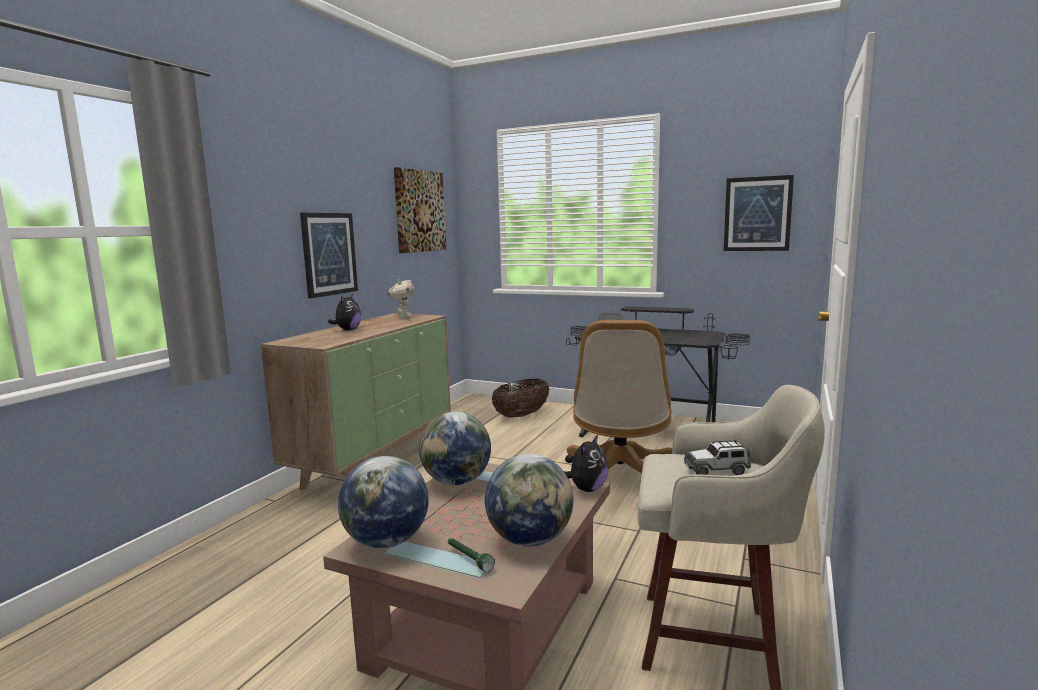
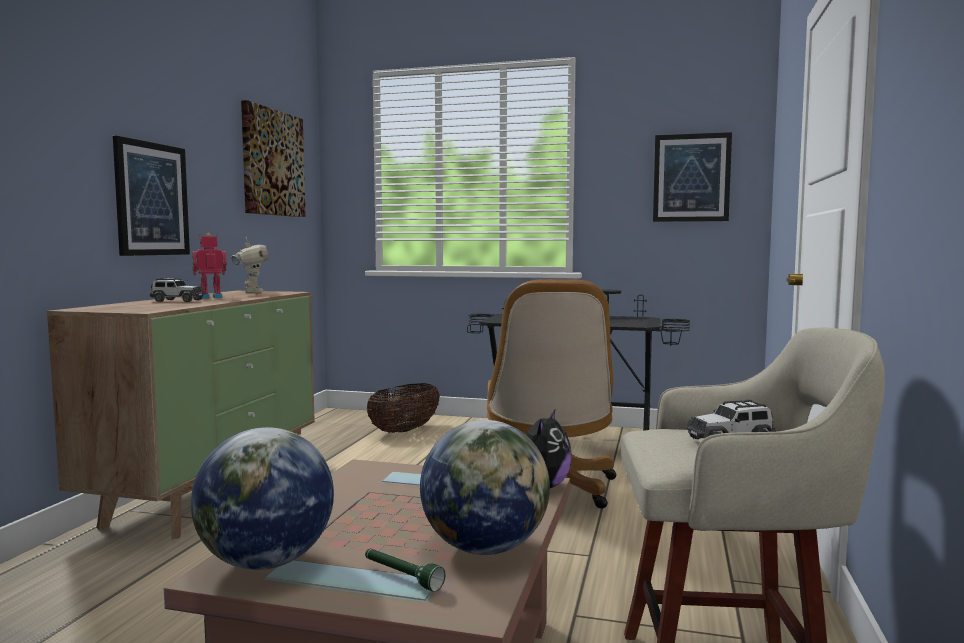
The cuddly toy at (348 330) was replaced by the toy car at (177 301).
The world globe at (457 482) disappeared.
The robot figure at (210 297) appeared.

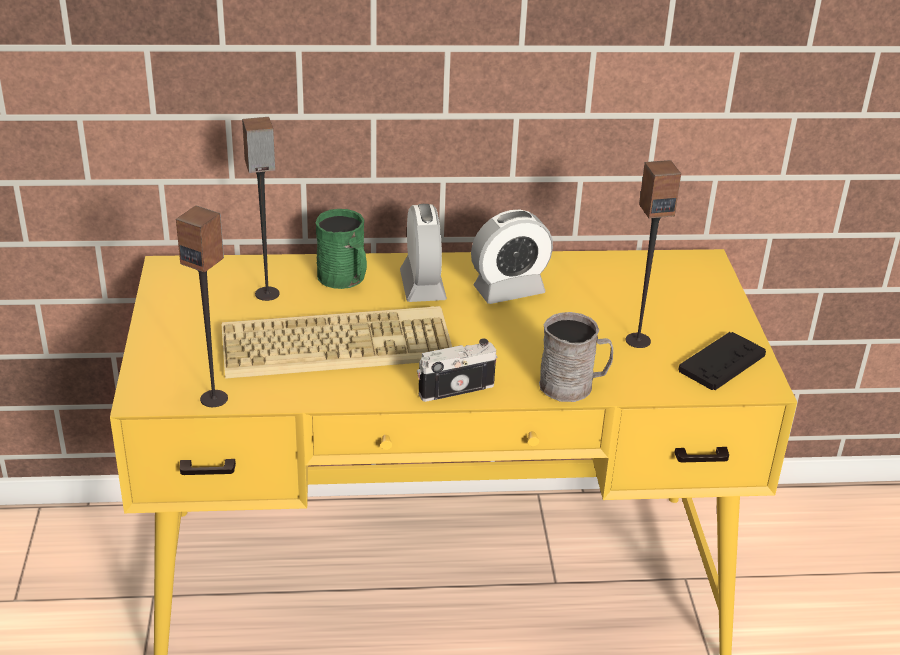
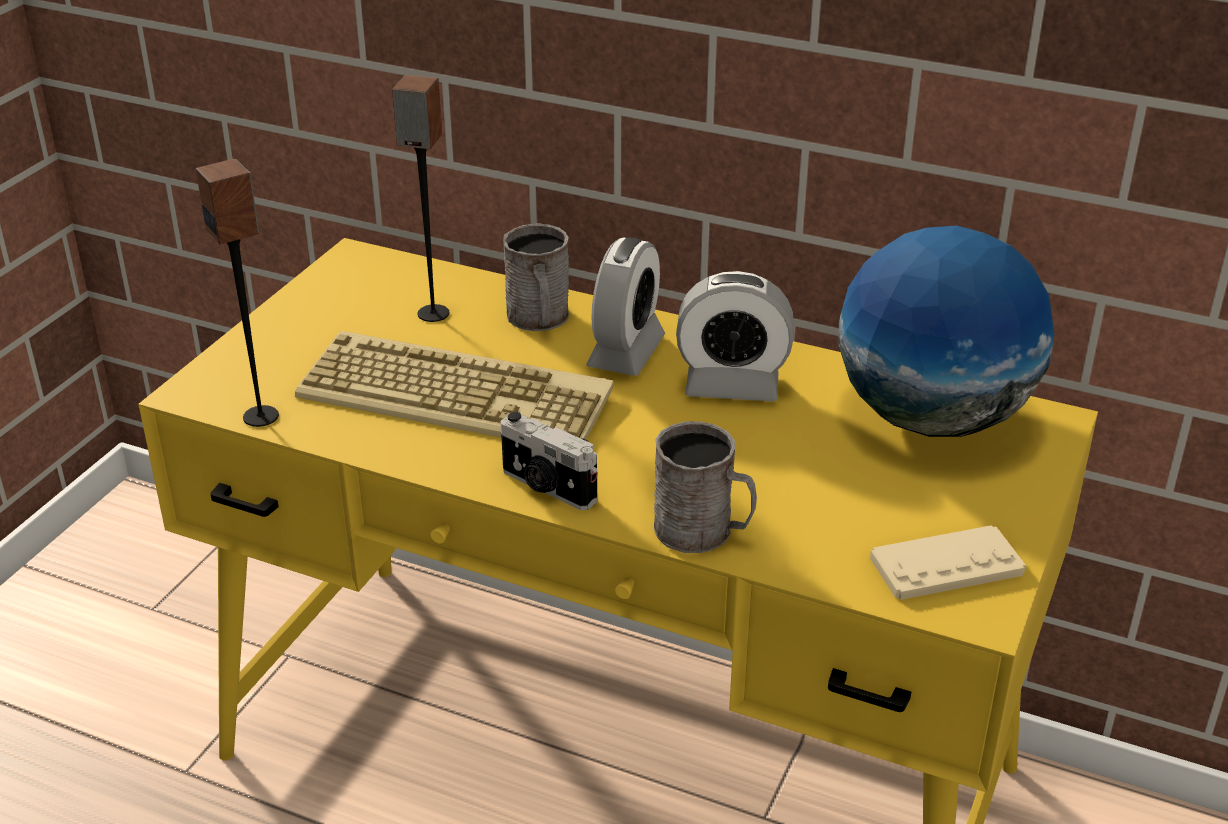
The coffee mug (green-coloured) at (345 279) became the coffee mug (gray) at (539 319).
The still camera at (455 388) turned 150 degrees counterclockwise.
The speaker at (637 340) disappeared.
The joypad (black) at (722 363) became the joypad (beige) at (946 565).
The world globe at (933 418) appeared.

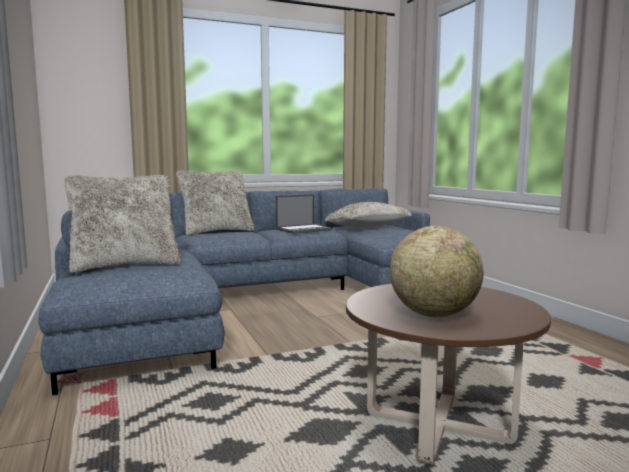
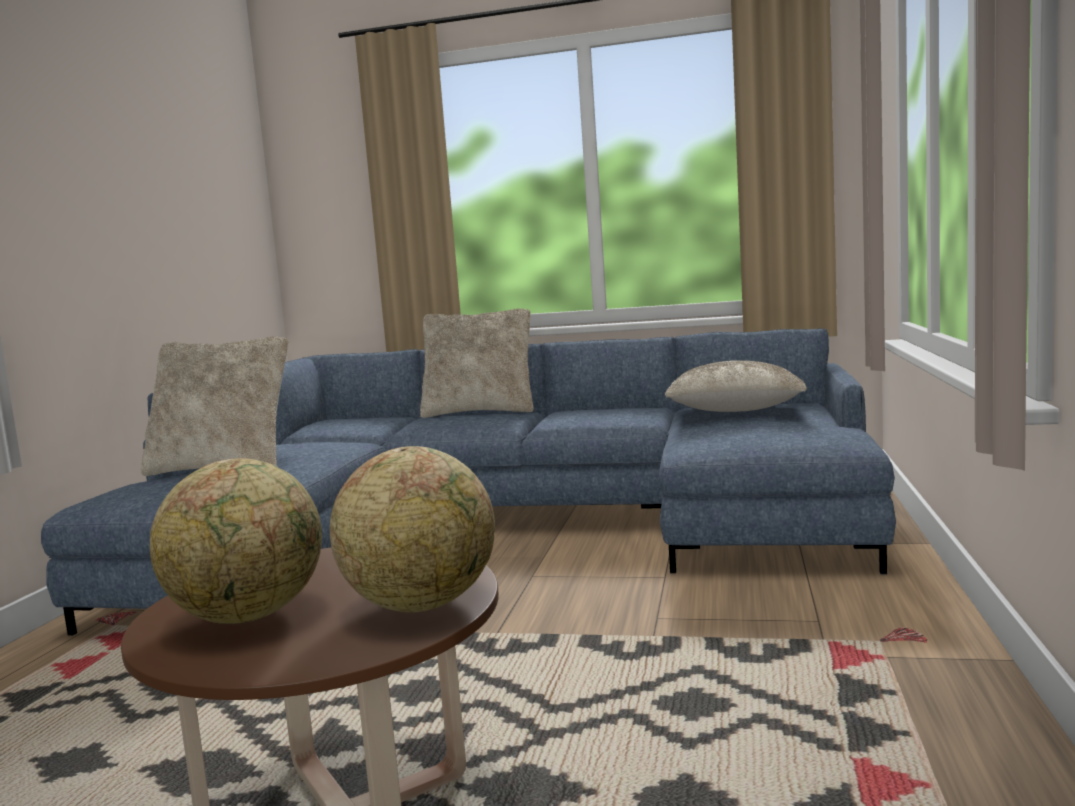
The laptop at (304 229) disappeared.
The world globe at (421 604) appeared.

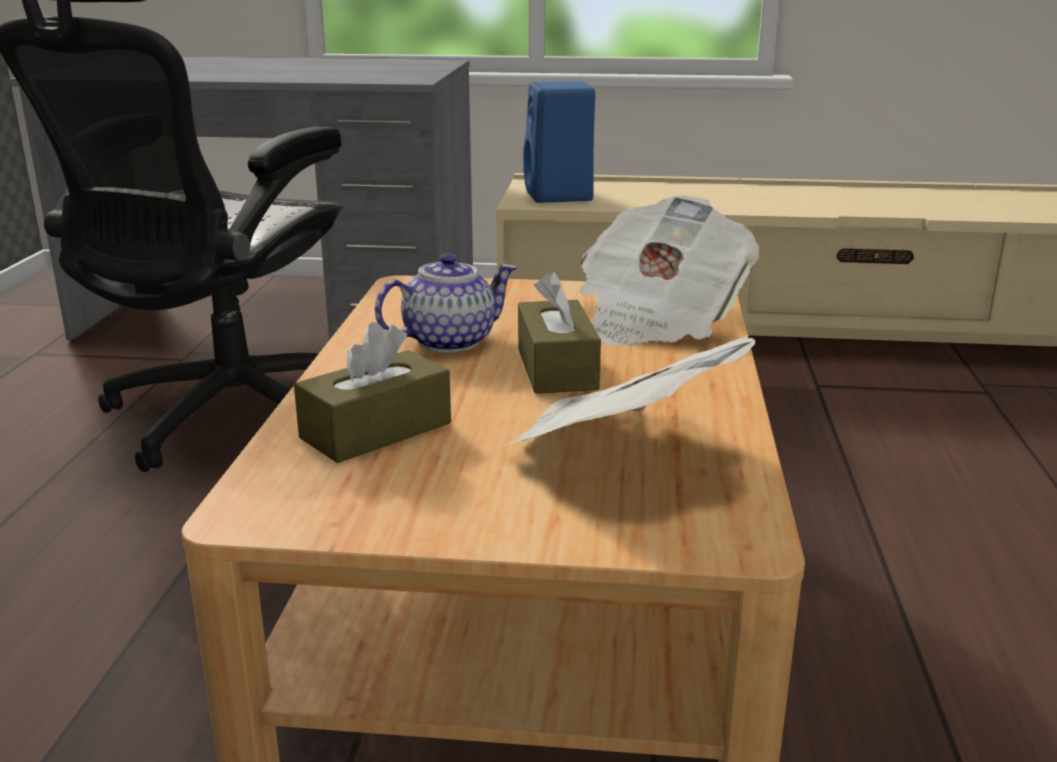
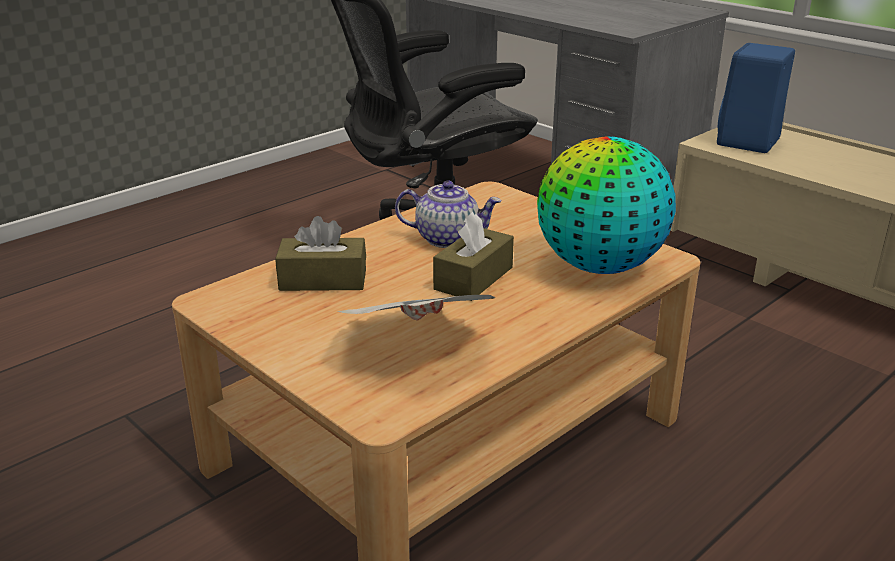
The newspaper at (658 318) was replaced by the world globe at (599 266).

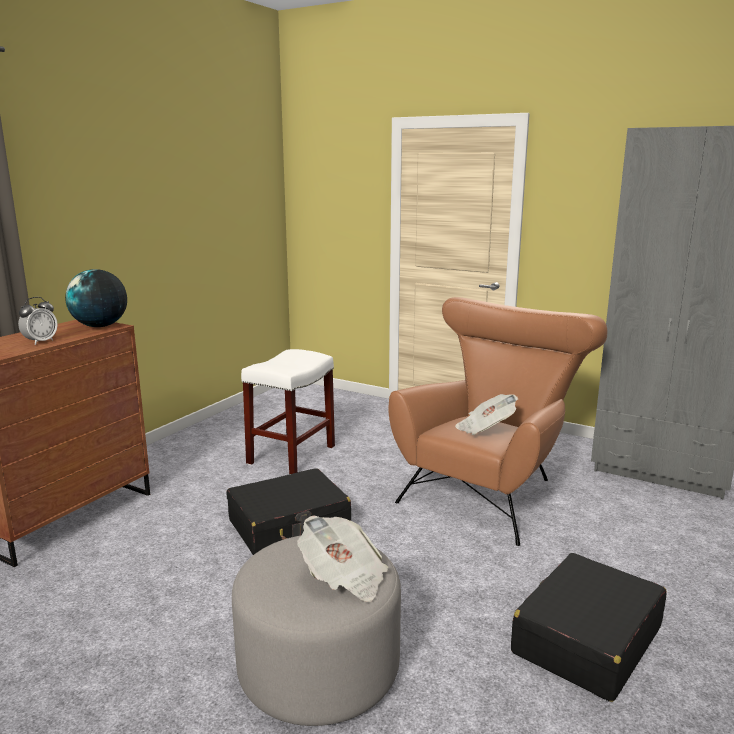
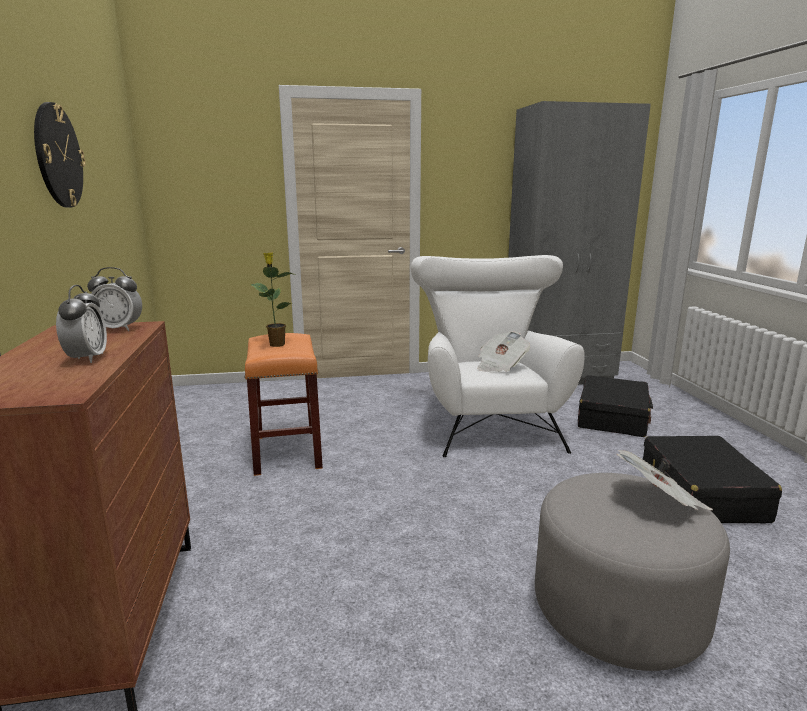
The world globe at (100 326) was replaced by the bedside clock at (119 329).
The travel case (black) moved from (289 526) to (612 417).
The stool (whitish) at (291 455) became the stool (orangey) at (288 452).
The lounge chair (brownish) at (488 489) became the lounge chair (whitish) at (487 422).
The wall clock at (58 156) appeared.
The plant in a pot at (276 344) appeared.

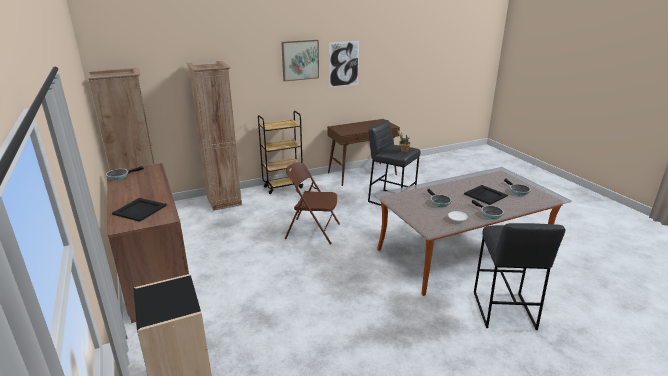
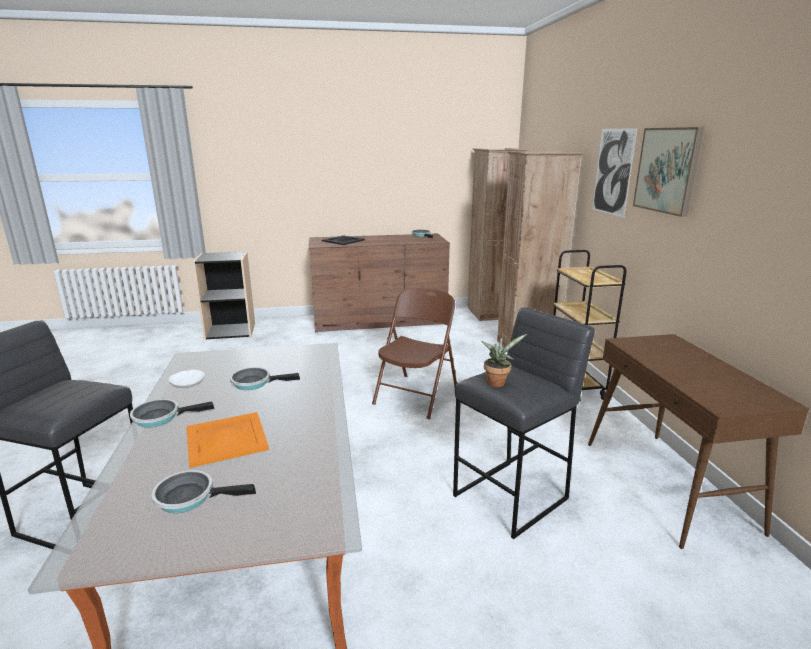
The wall picture moved from (344 64) to (613 172).
The serving tray (black) at (486 195) became the serving tray (orangey) at (225 439).

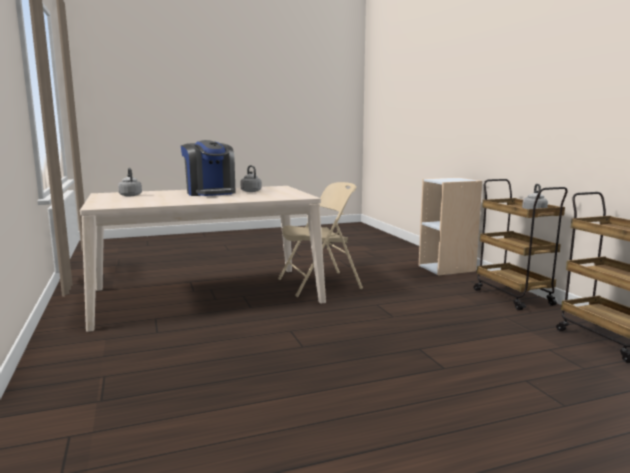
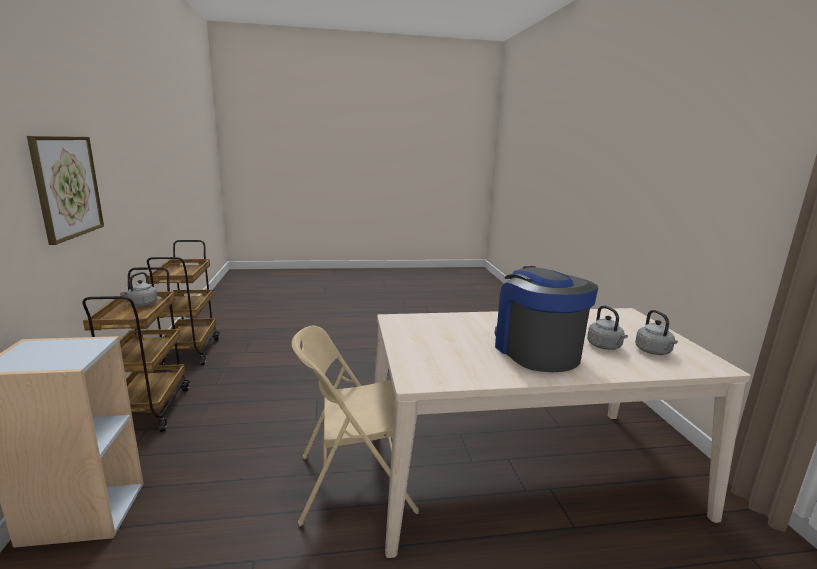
The water kettle (gray) moved from (250 191) to (605 346).
The wall picture at (67 187) appeared.

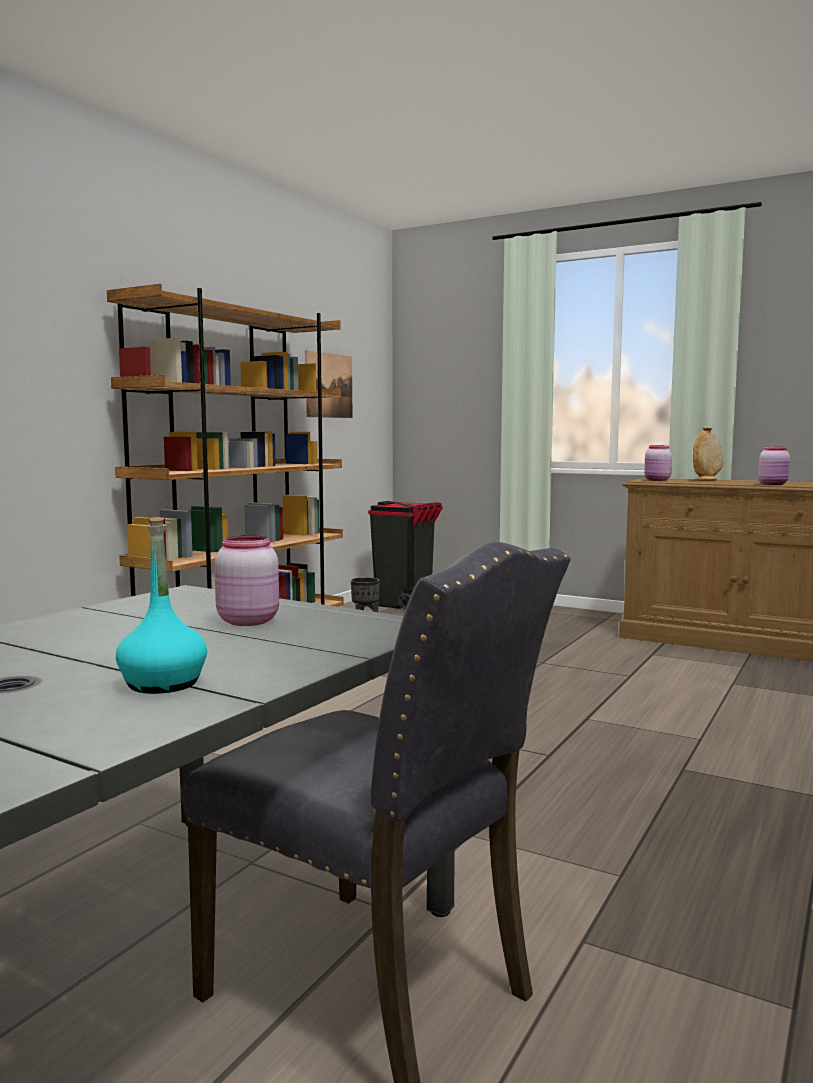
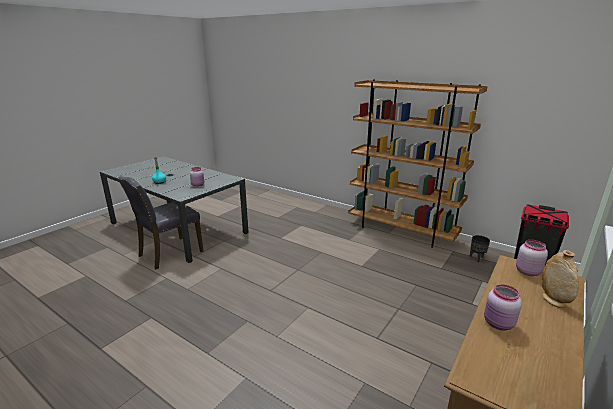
The wall picture at (329 385) disappeared.

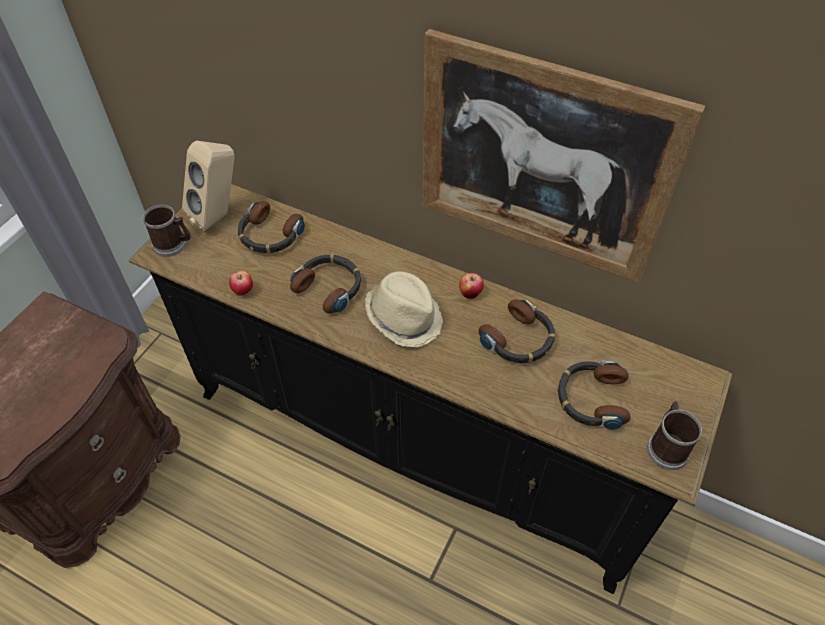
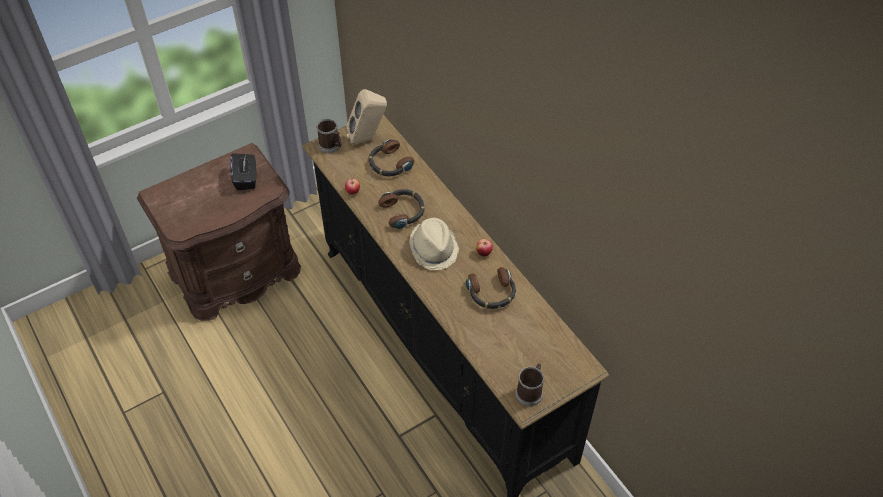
The wall picture at (542 161) disappeared.
The headset at (591 398) disappeared.
The tissue box (black) at (246 179) appeared.

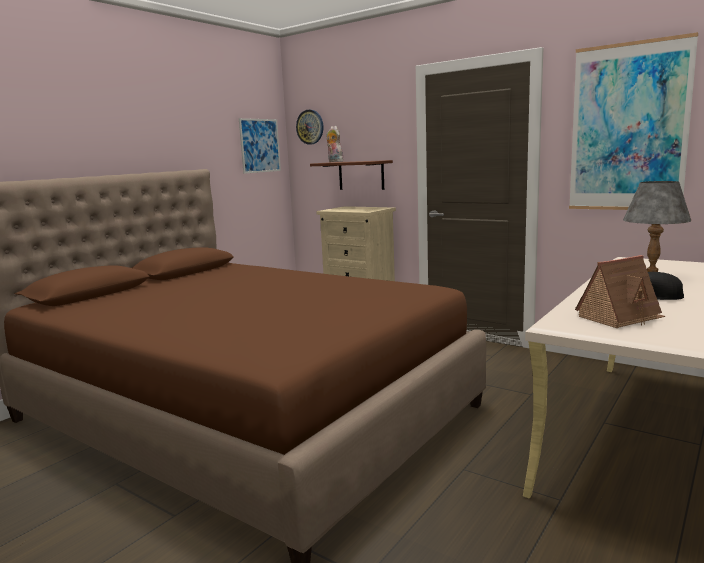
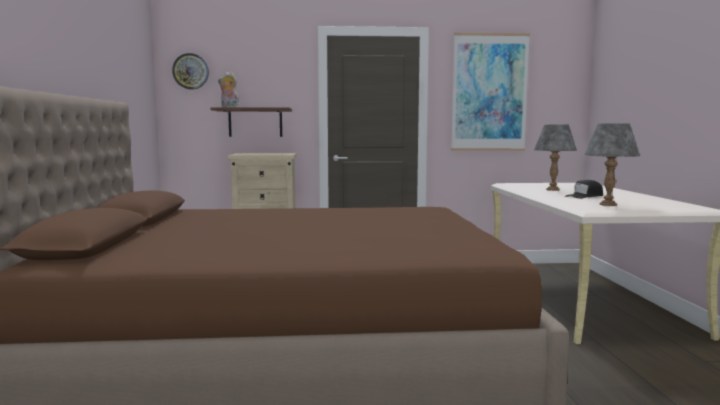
The wall picture at (260 145) disappeared.
The toy house at (620 317) was replaced by the table lamp (gray) at (607 204).

